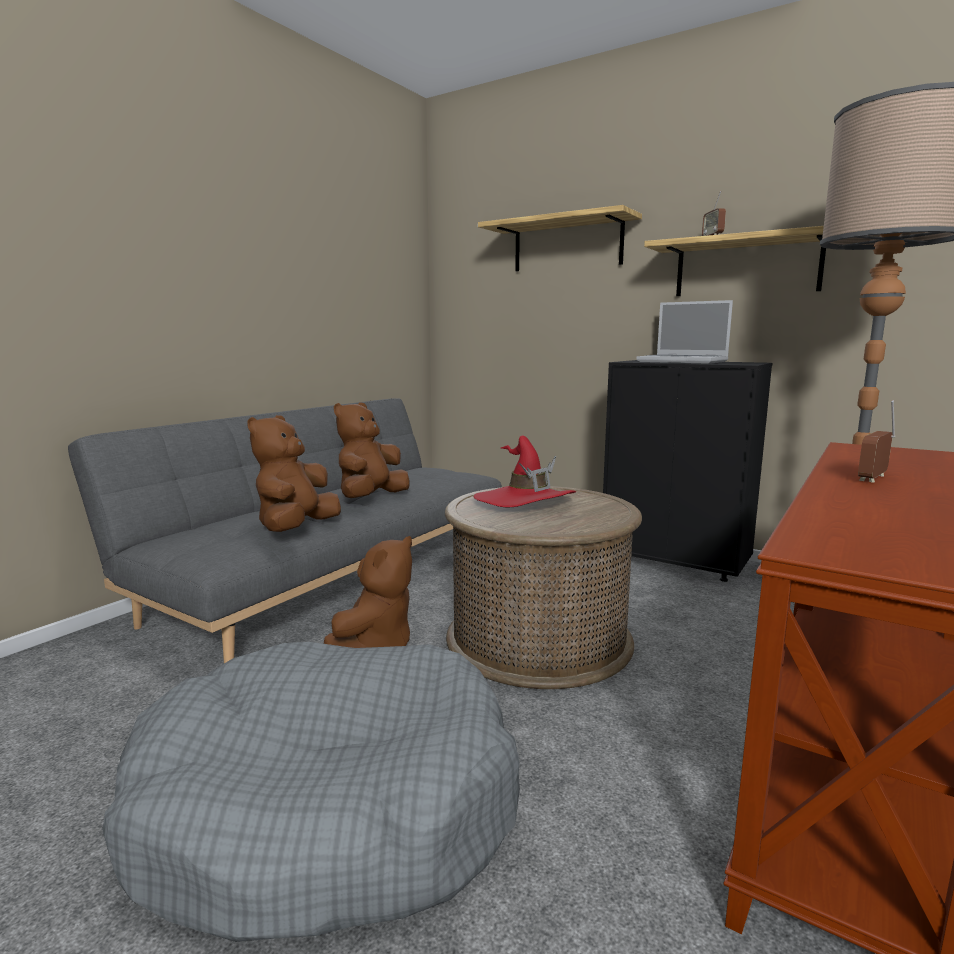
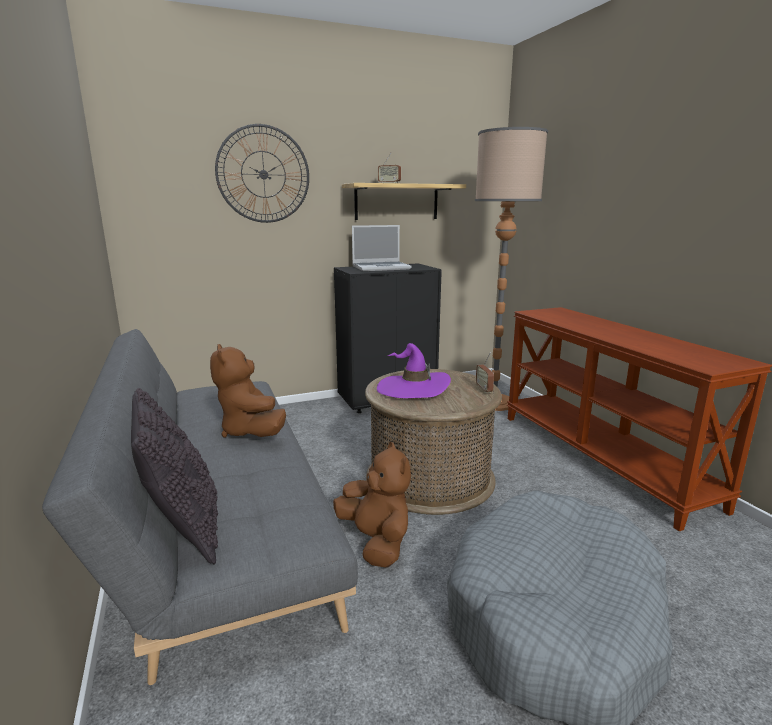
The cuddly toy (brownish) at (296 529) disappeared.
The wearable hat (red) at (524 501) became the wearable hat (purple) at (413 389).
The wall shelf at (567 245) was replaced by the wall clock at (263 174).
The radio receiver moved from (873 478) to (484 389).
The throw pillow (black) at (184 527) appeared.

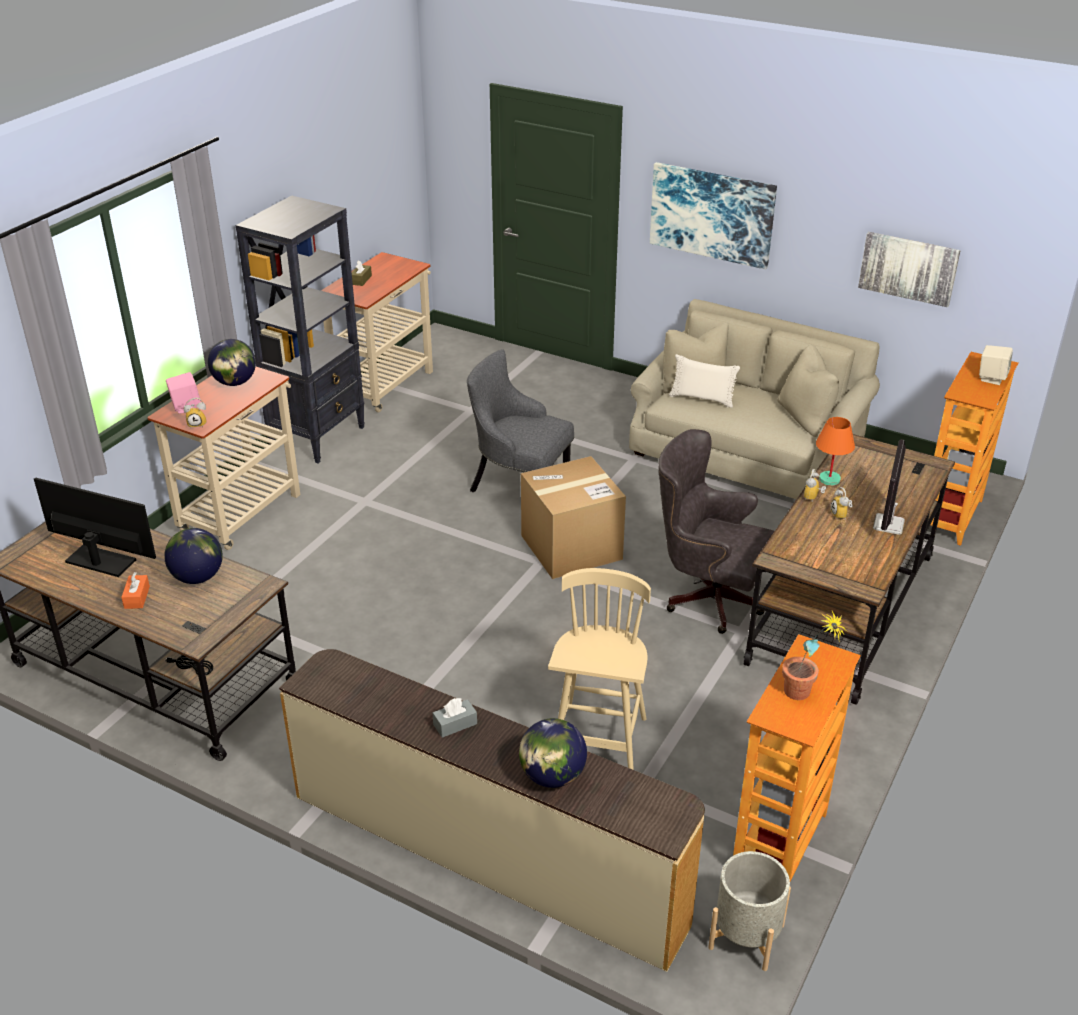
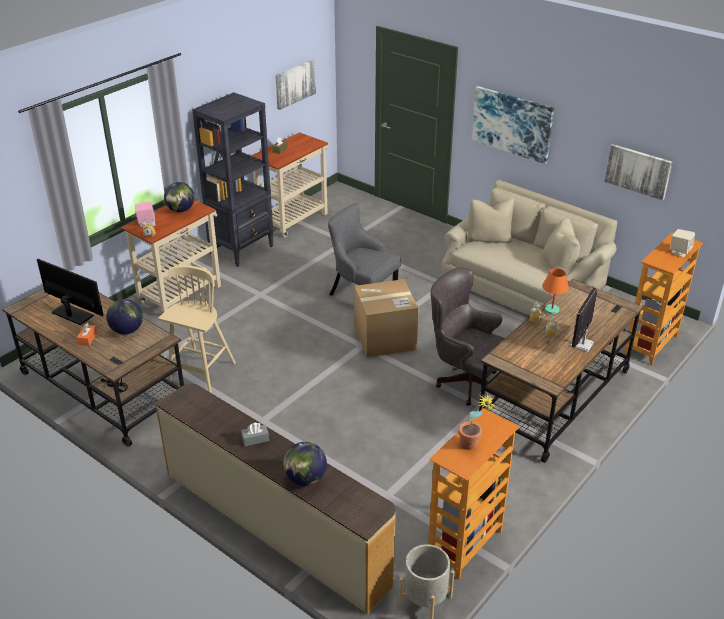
The stool (beige) moved from (598 745) to (201 373).
The throw pillow (whitish) at (702 399) disappeared.
The wall picture at (295 84) appeared.

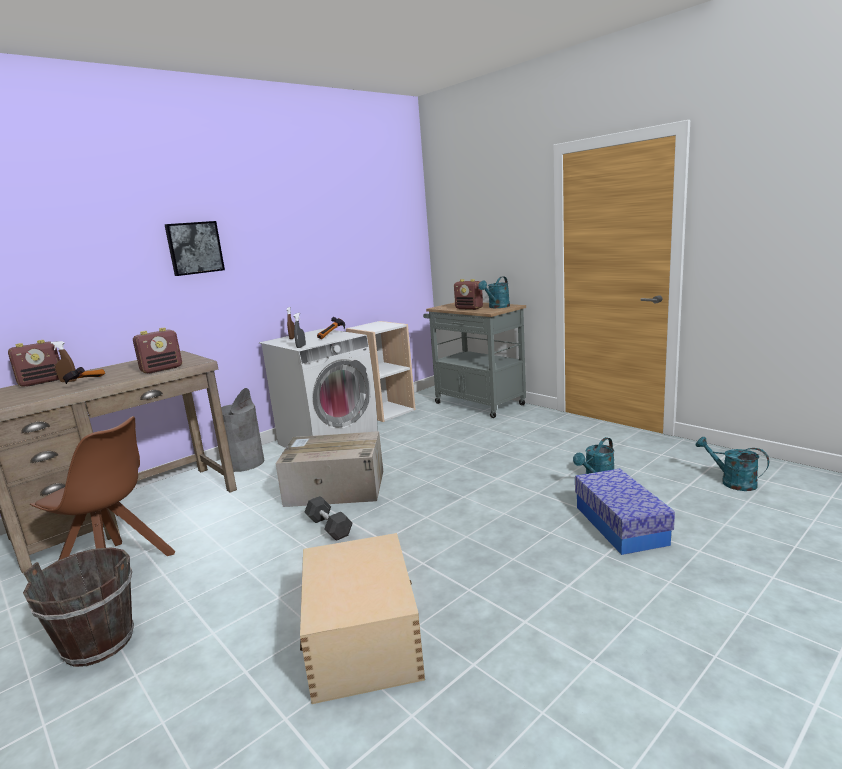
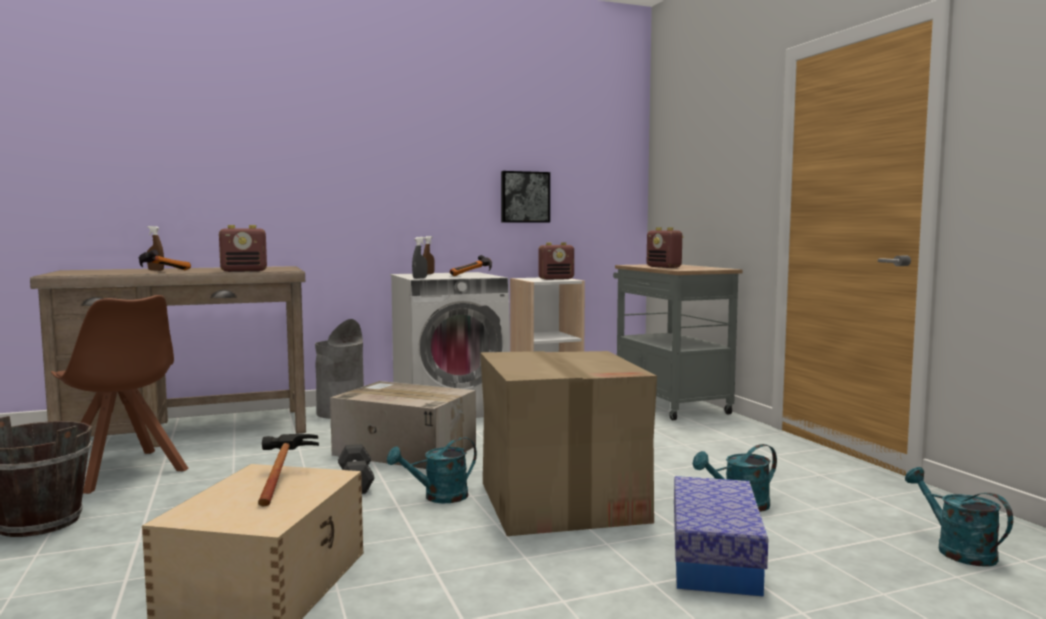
The radio receiver moved from (42 382) to (556 279).
The wall picture moved from (194 248) to (524 197).
The watering pot (turquoise-coloured) moved from (497 307) to (438 497).
The hand hammer at (281 481) appeared.
The packing box at (561 501) appeared.

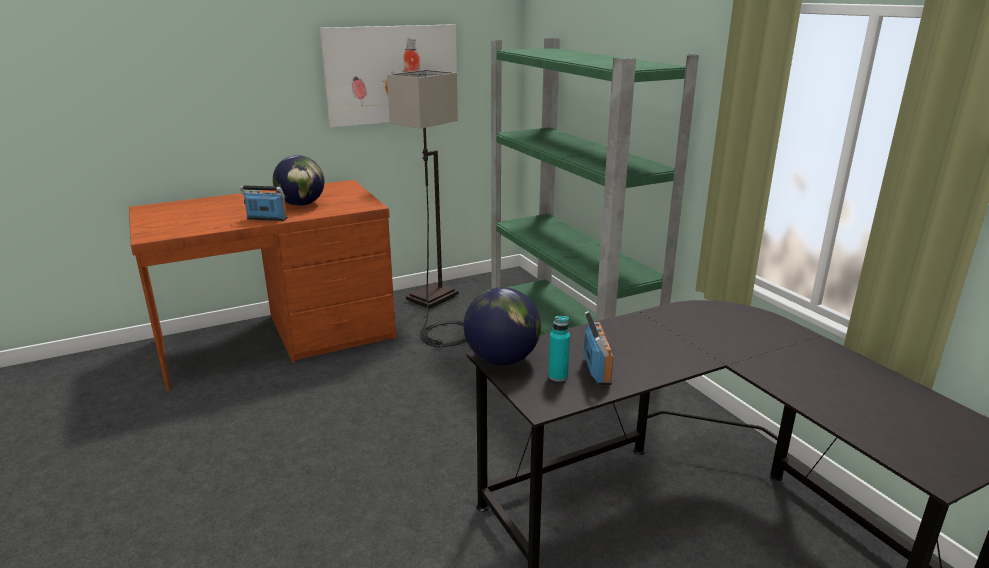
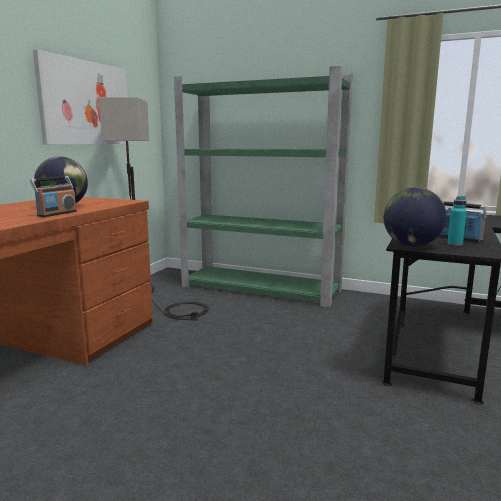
The radio receiver at (267 219) turned 150 degrees clockwise.

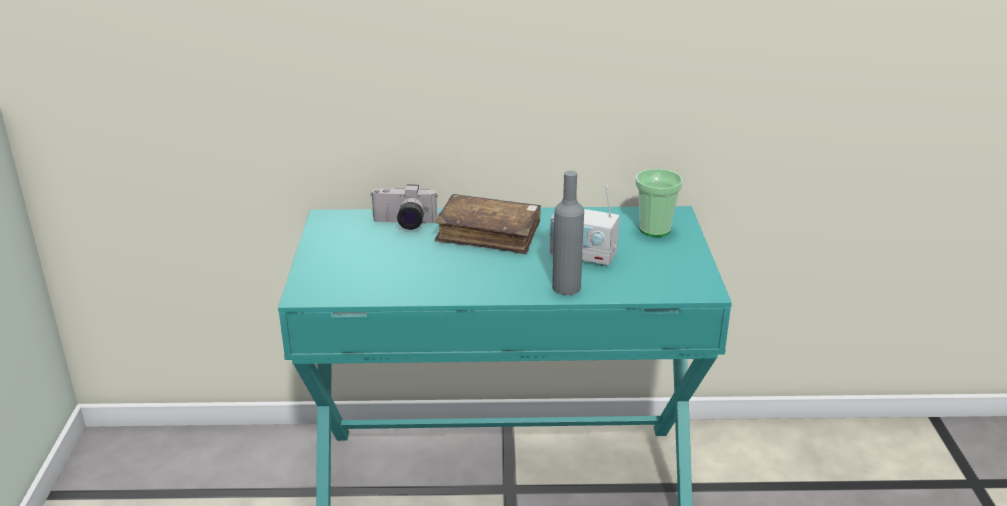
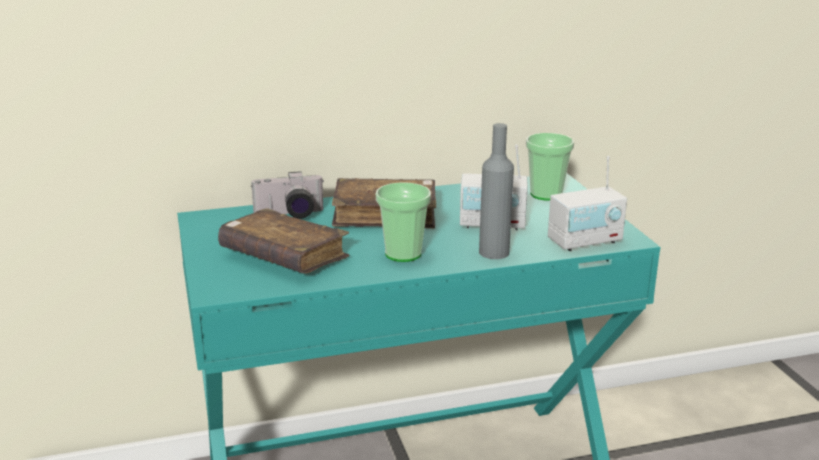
The book (brownish) at (284 256) appeared.
The cup at (403 254) appeared.
The radio receiver at (585 241) appeared.

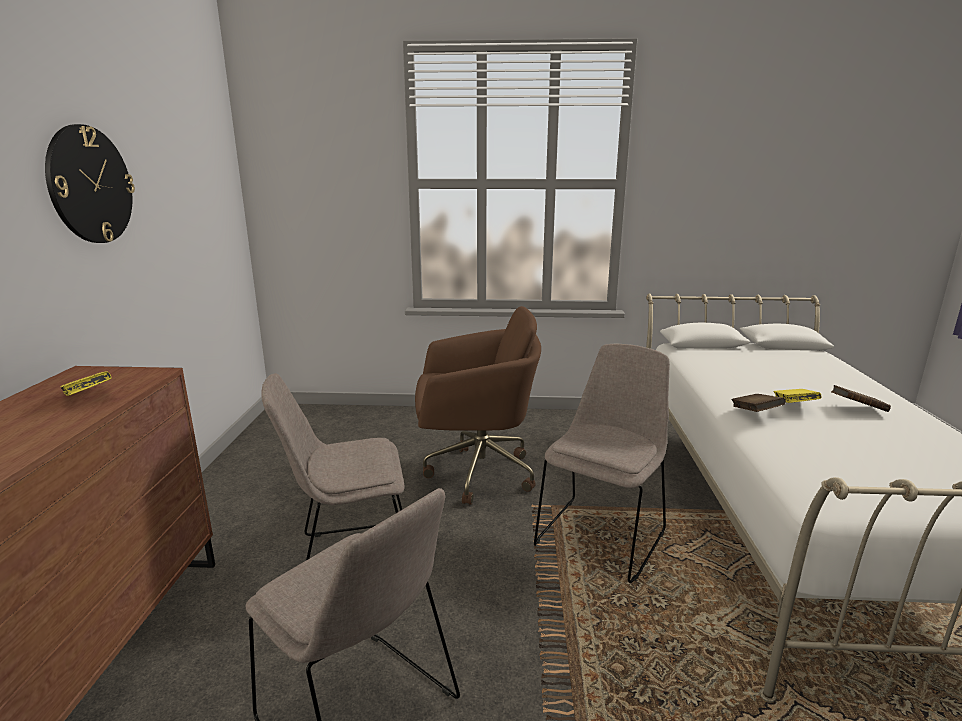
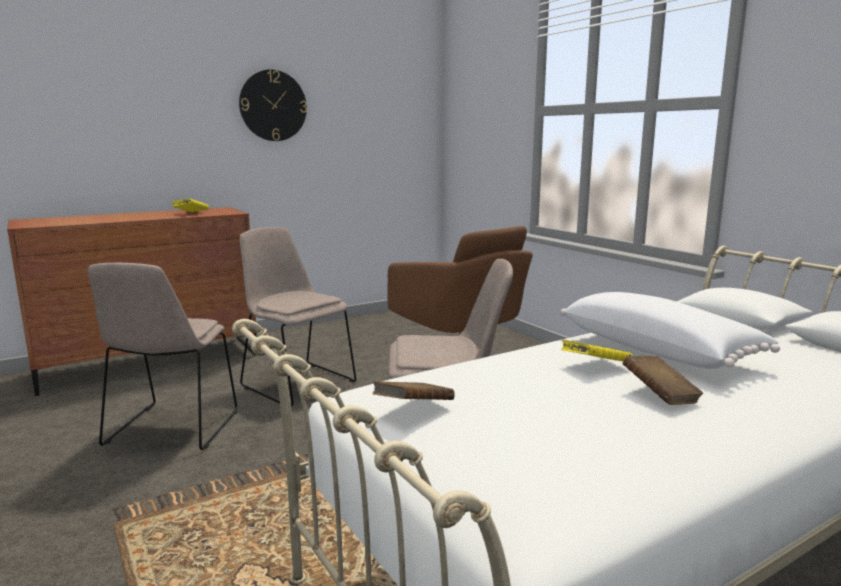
The book (brownish) moved from (755 413) to (413 409).
The throw pillow (whitish) at (659 351) appeared.

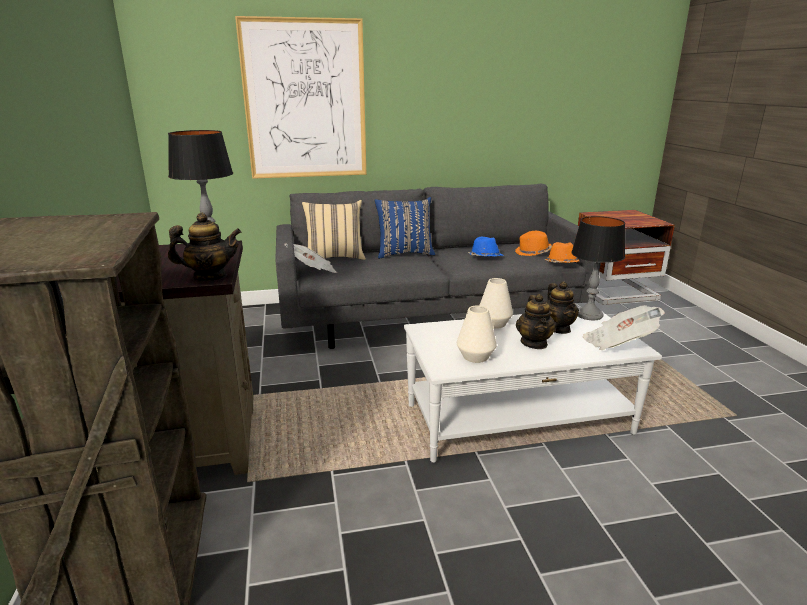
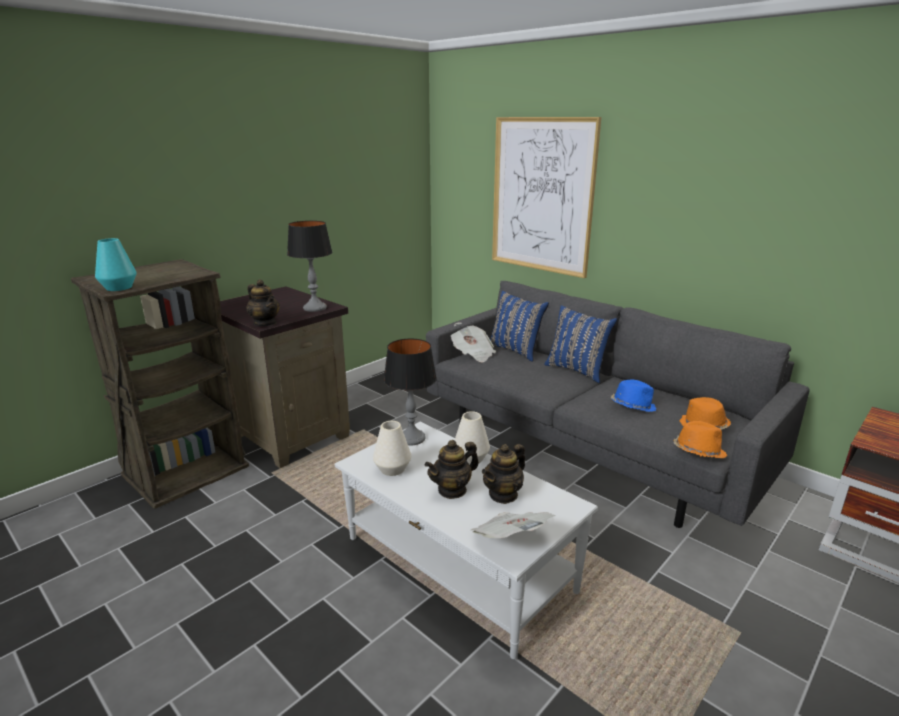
The throw pillow (beige) at (335 257) became the throw pillow (blue) at (516 350).
The table lamp moved from (589 315) to (411 438).
The decorative vase (turquoise-coloured) at (118 288) appeared.

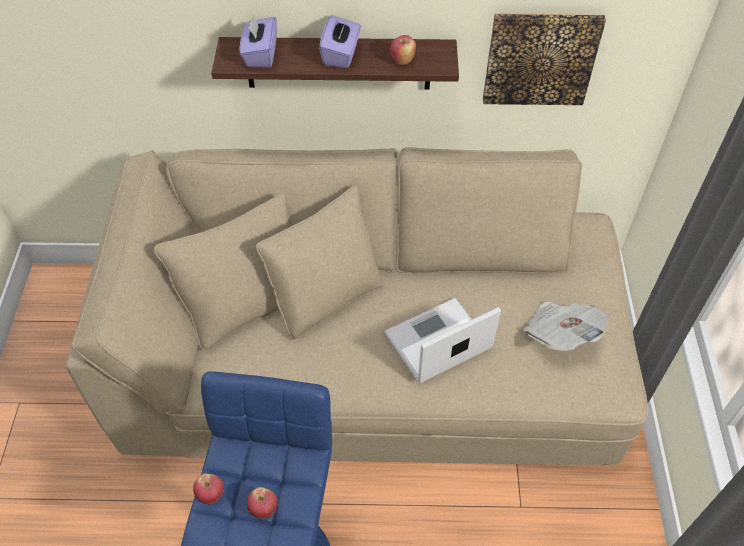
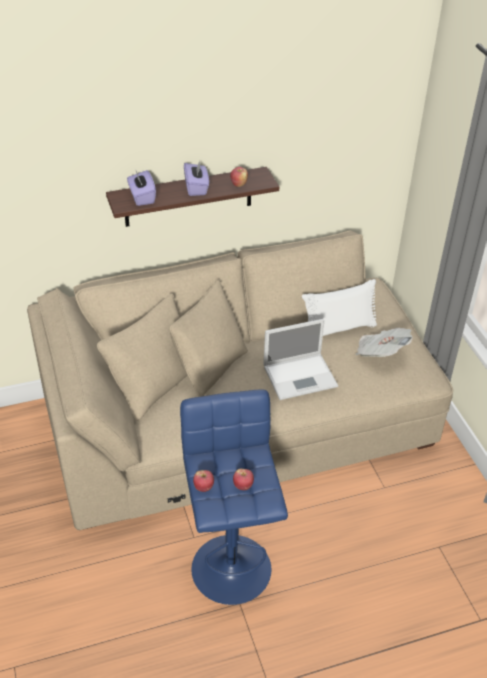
The laptop at (436 342) turned 150 degrees counterclockwise.
The wall picture at (540 58) disappeared.
The throw pillow (whitish) at (338 329) appeared.

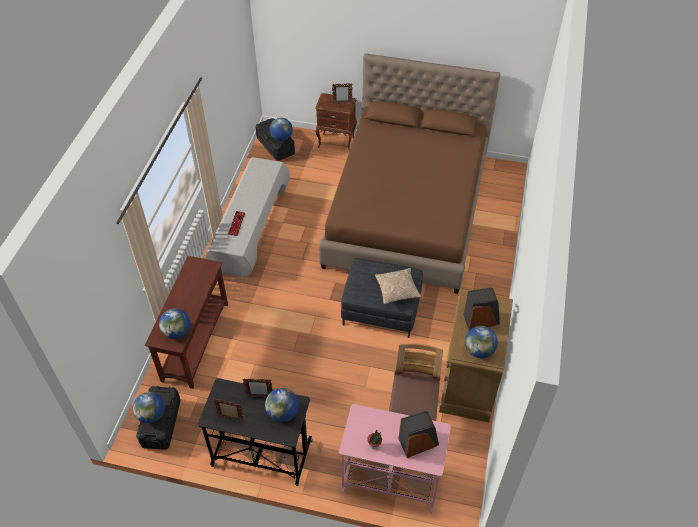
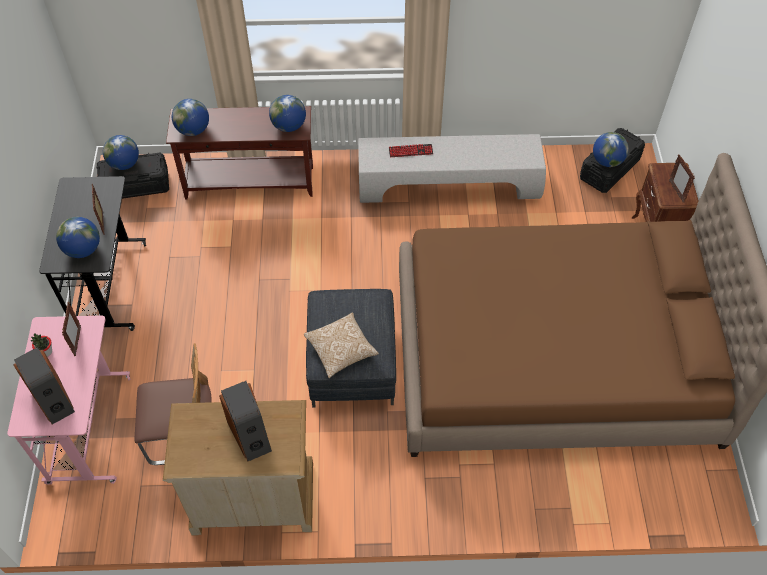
The standing frame moved from (231 419) to (77 341).
The world globe moved from (479 350) to (289 126).

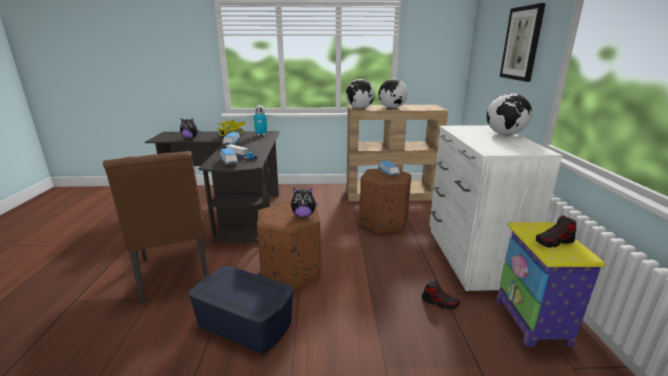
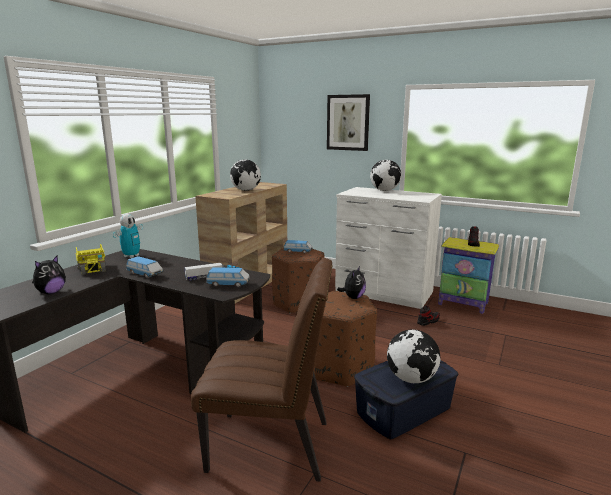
The world globe moved from (359 108) to (411 379).

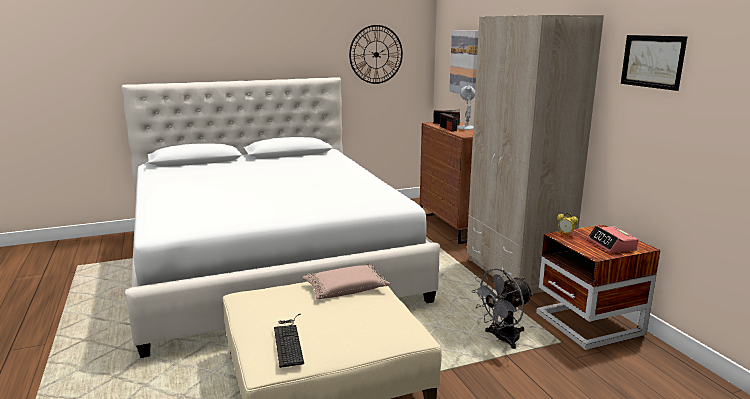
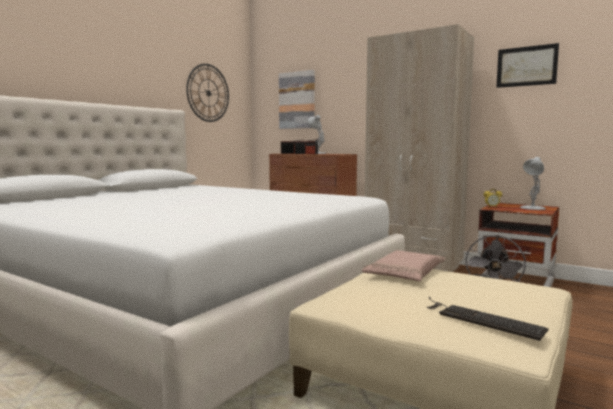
The bedside clock at (611 245) was replaced by the table lamp (whitish) at (532 208).

